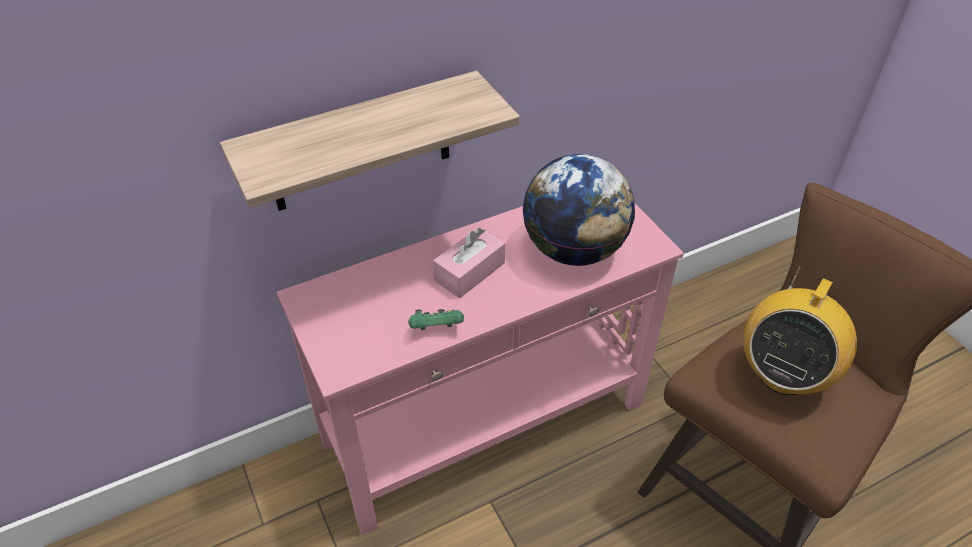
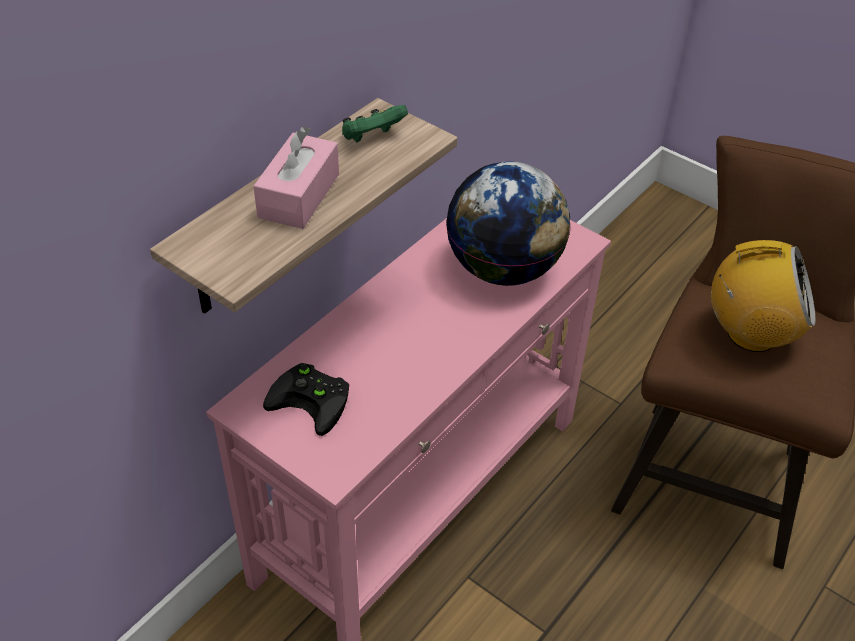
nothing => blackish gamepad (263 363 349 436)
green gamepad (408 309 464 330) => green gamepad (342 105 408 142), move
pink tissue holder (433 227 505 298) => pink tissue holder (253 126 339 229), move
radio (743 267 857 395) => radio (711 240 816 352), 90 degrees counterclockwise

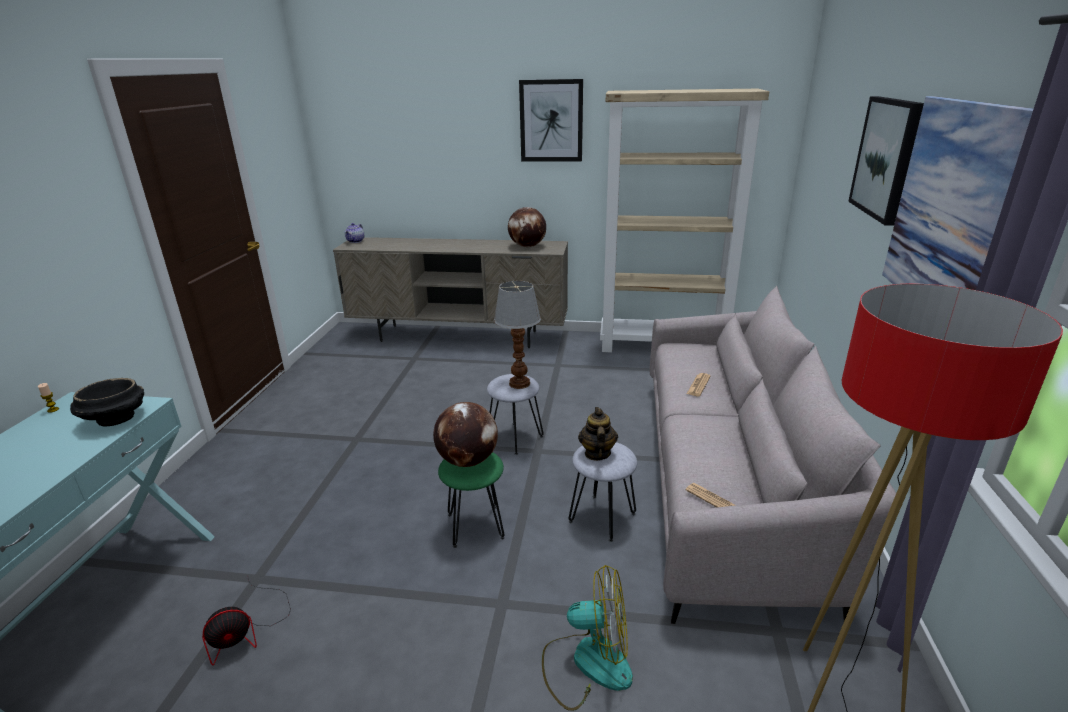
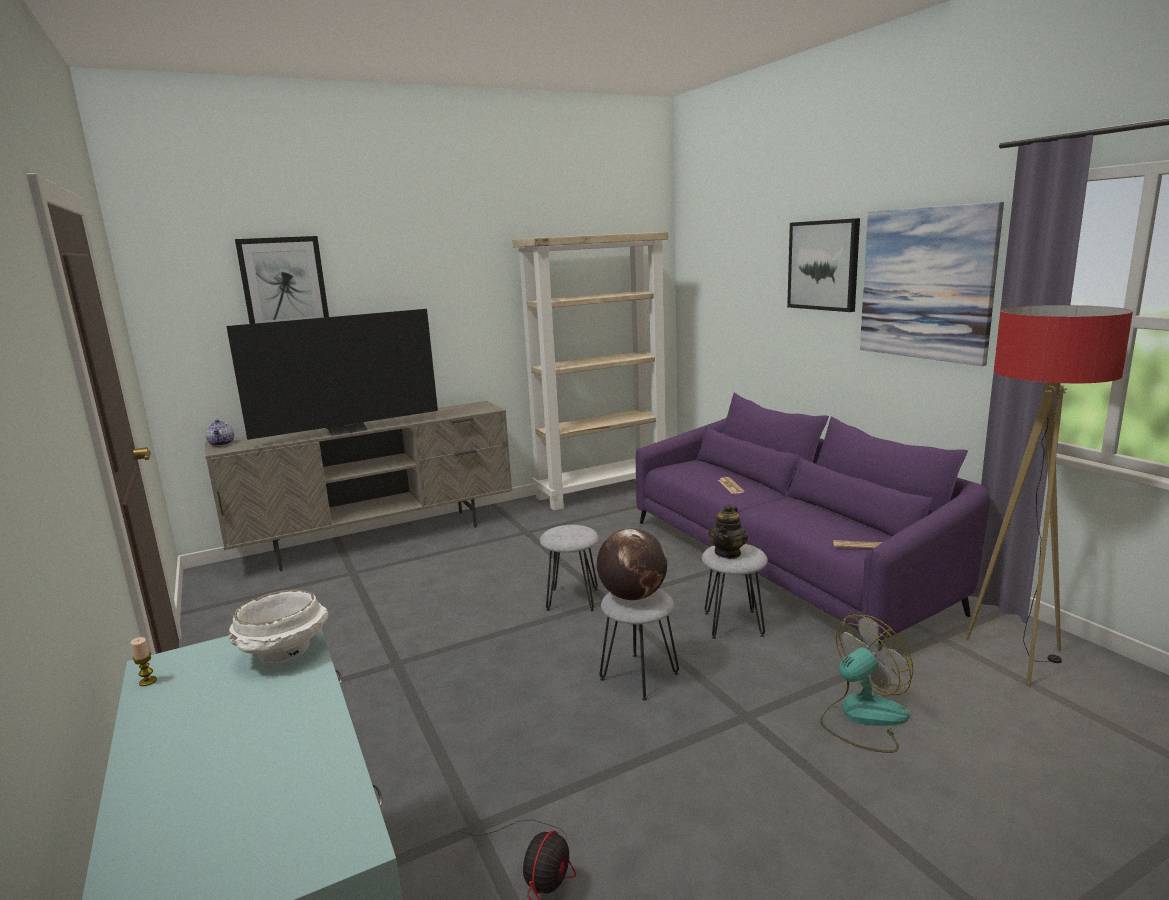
tabletop lamp (494 281 541 389) => nothing
desk globe (508 207 546 247) => nothing
nothing => TV (226 309 438 440)
wall art (519 79 583 161) => wall art (235 236 329 324), move
blackish deep dish (70 378 144 426) => whitish deep dish (229 589 328 663)
green stool (438 452 505 548) => greyish stool (599 588 679 701)
greyish sofa (650 285 896 629) => purple sofa (636 392 990 644)
teapot (578 407 618 461) => teapot (708 504 748 559), 120 degrees counterclockwise

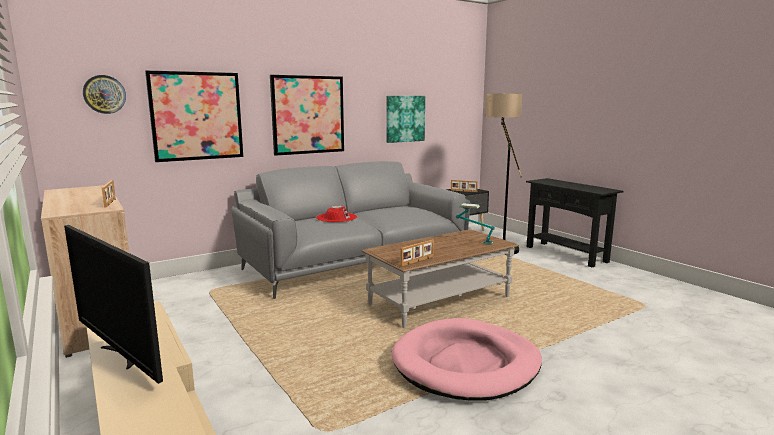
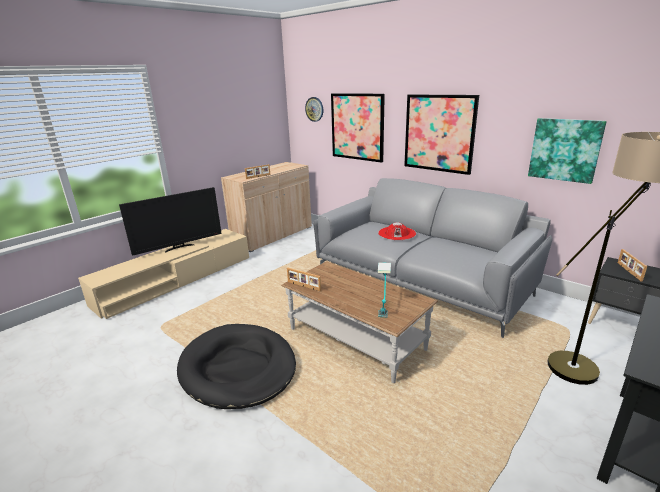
pink dog bed (391 318 542 401) => blackish dog bed (177 324 296 409)
TV (64 225 163 384) => TV (119 187 222 256), 150 degrees counterclockwise

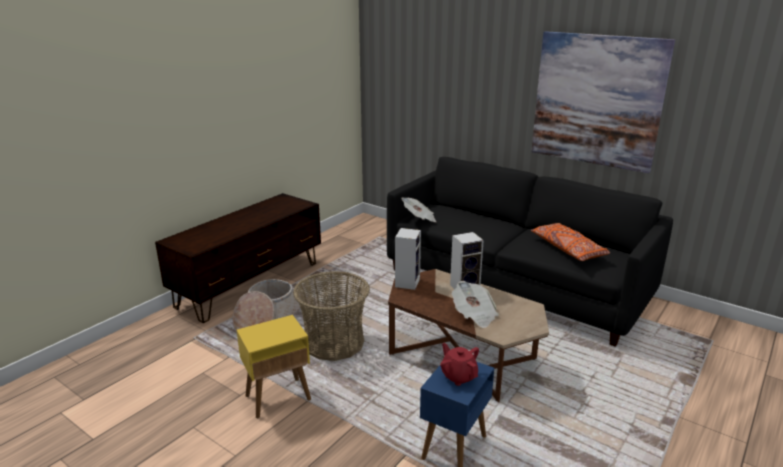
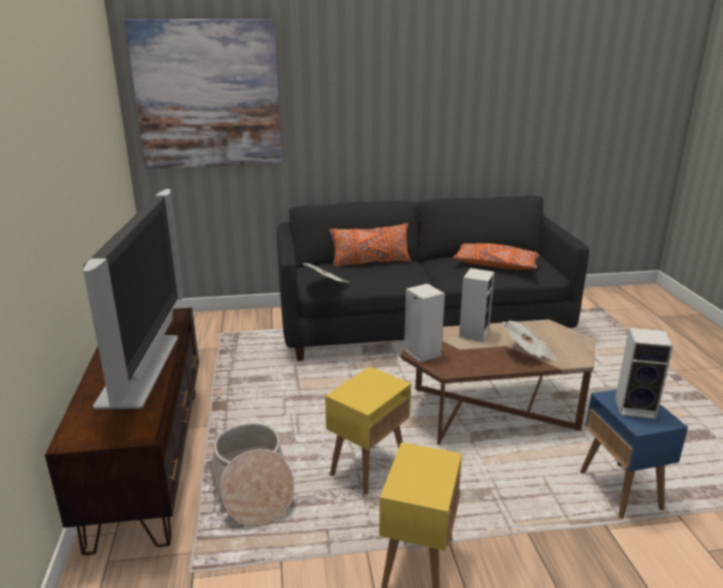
nothing => TV (83 189 184 410)
nothing => orange cushion (329 223 411 267)
wall art (531 31 675 173) => wall art (125 19 282 168), move
household basket (293 271 370 361) => yellow end table (325 367 411 495)
reddish teapot (440 343 479 386) => loudspeaker (615 328 673 419)

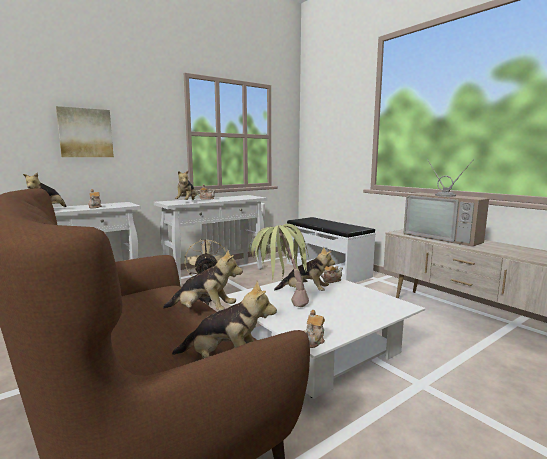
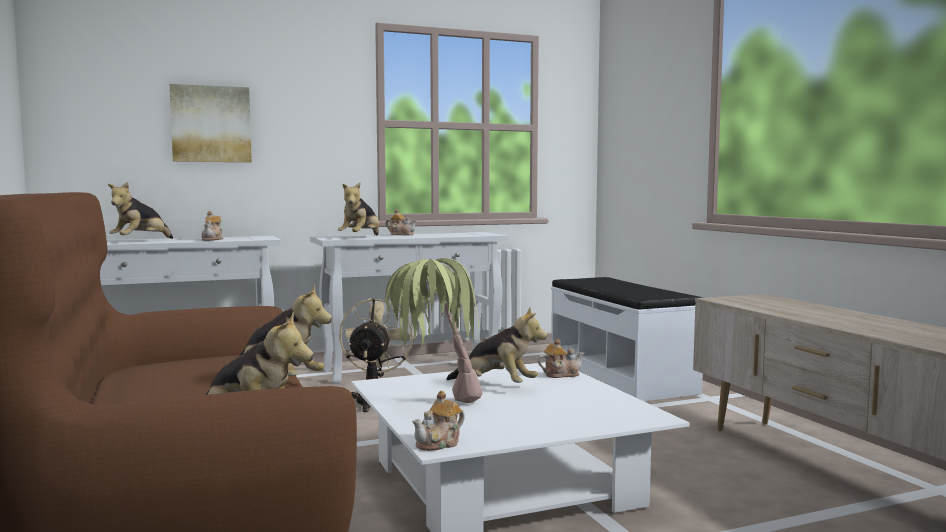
TV (403 159 489 247) => nothing

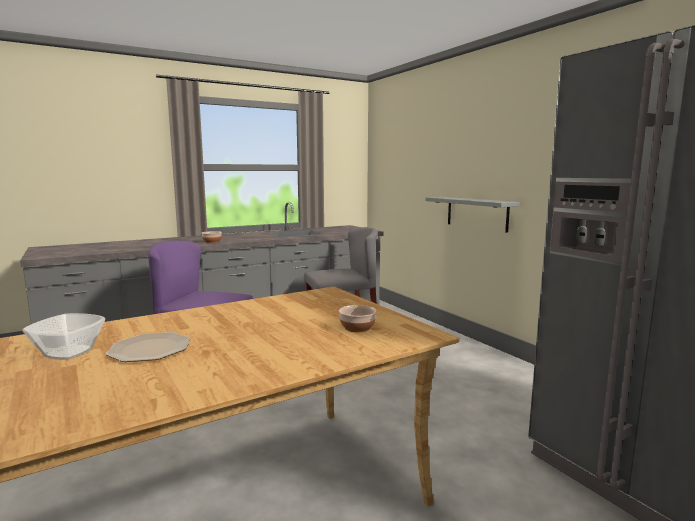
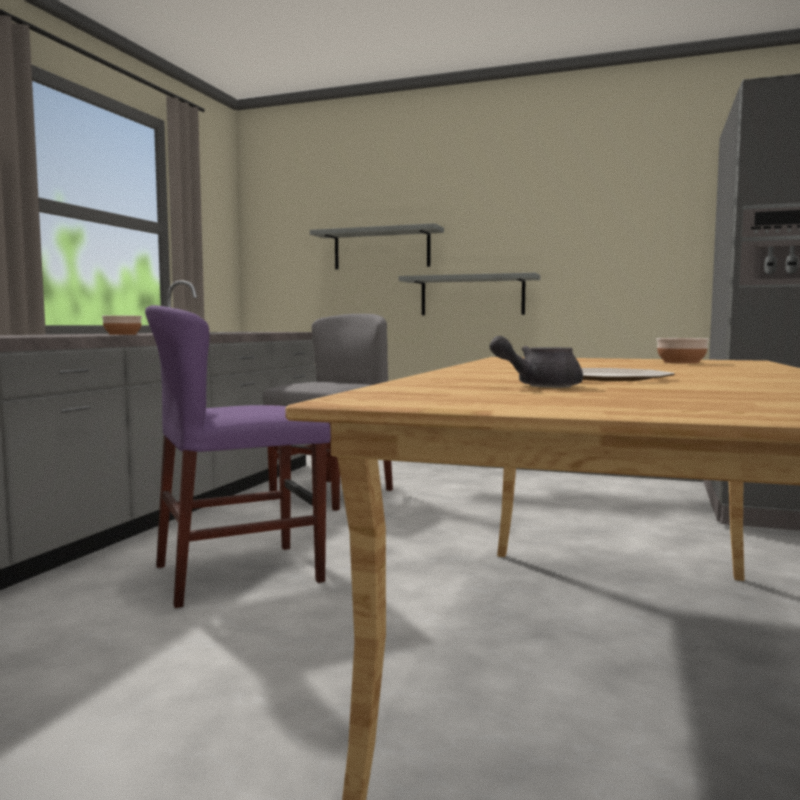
nothing => greyish shelf (310 223 444 269)
deep dish (23 313 105 360) => greyish teapot (489 336 583 388)

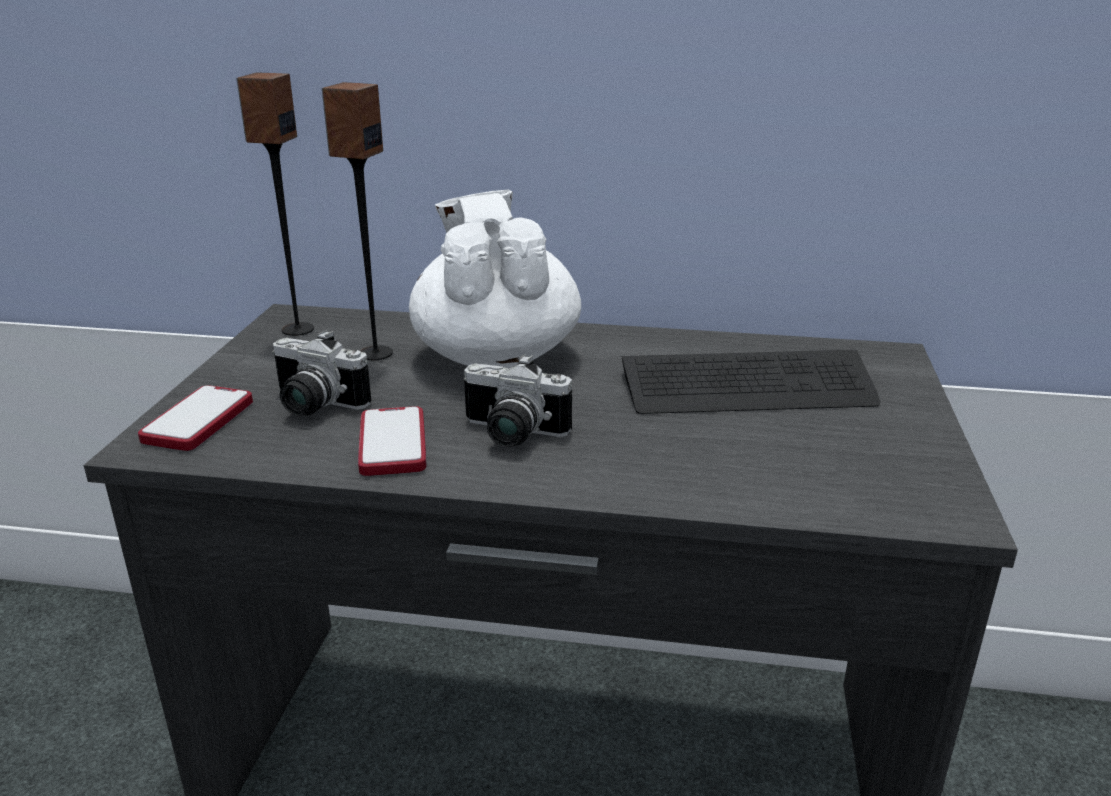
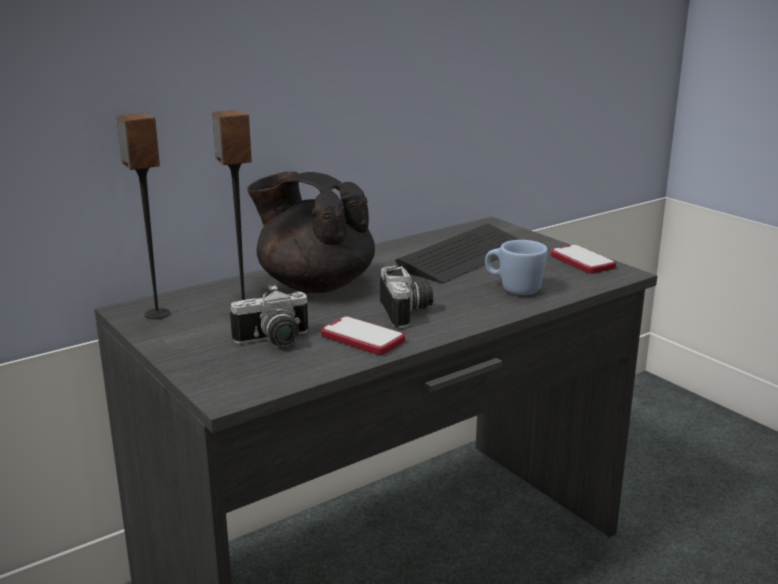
nothing => blue-coloured tea mug (485 240 548 295)
handset (138 385 253 451) => handset (551 245 616 274), move
whitish teapot (409 190 581 368) => blackish teapot (247 172 375 293)
photo camera (463 354 572 447) => photo camera (380 265 433 328), 75 degrees counterclockwise

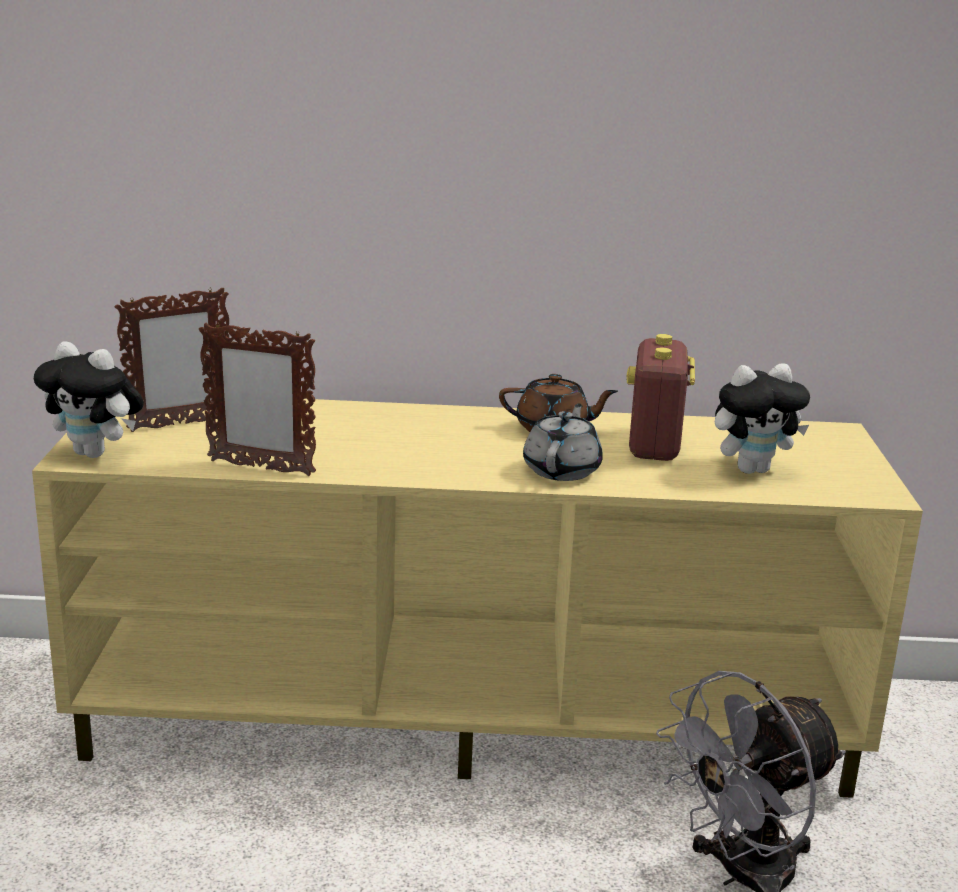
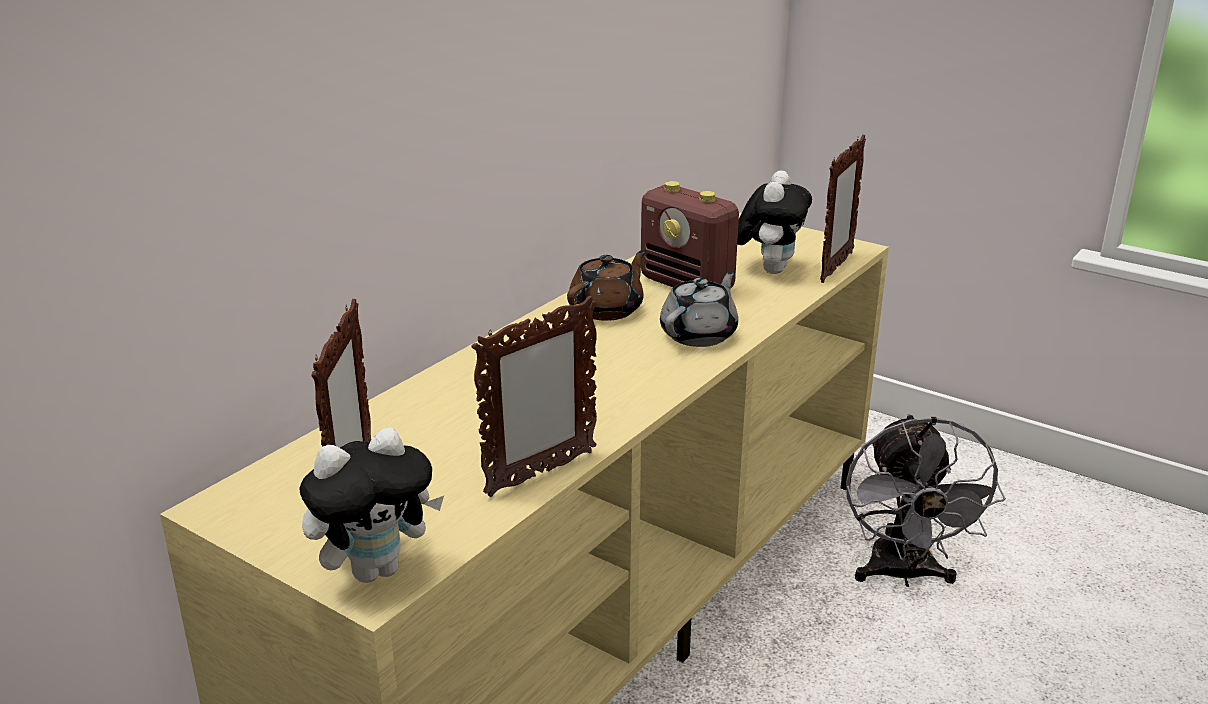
nothing => standing frame (820 135 866 283)
greyish teapot (523 403 603 481) => greyish teapot (660 270 738 347), 75 degrees clockwise

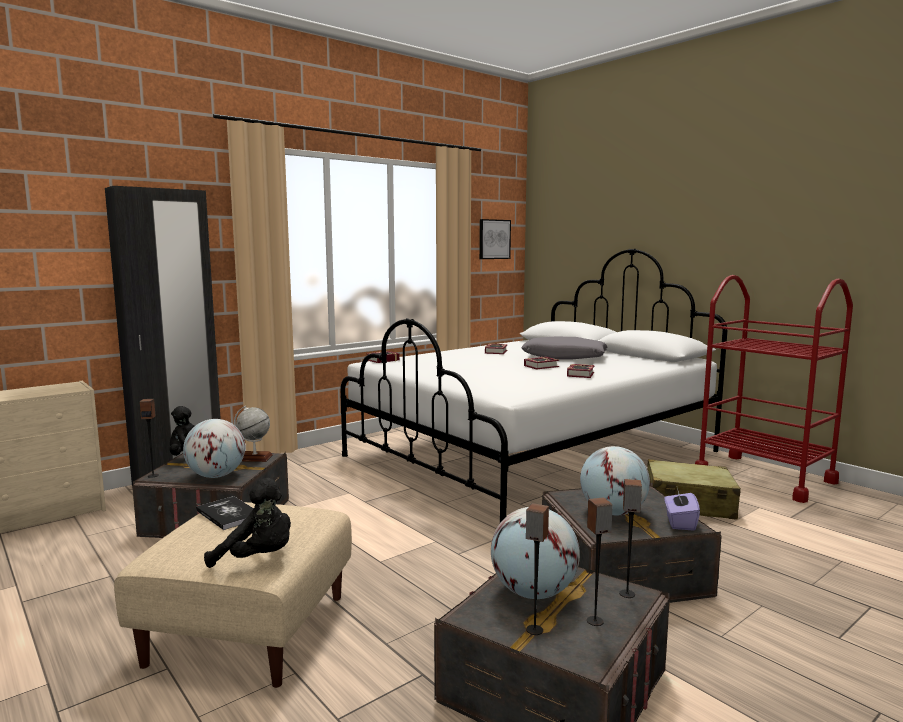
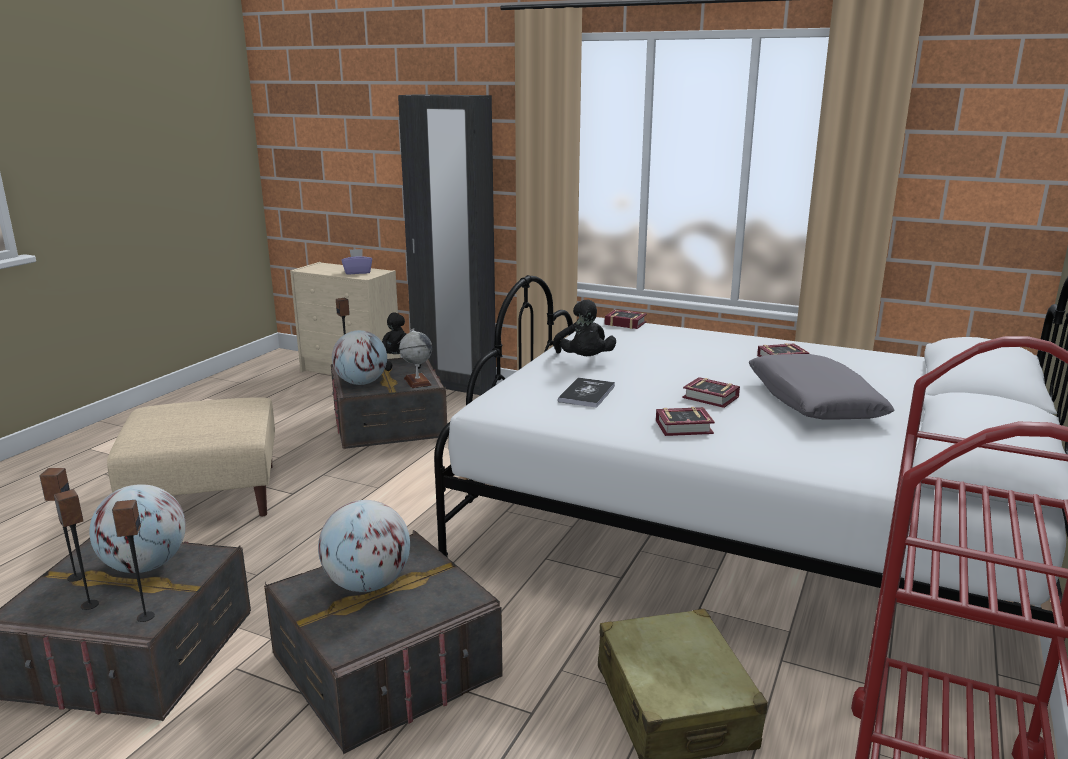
wall art (479 219 511 259) => nothing
book (196 496 254 530) => book (558 378 615 408), move
blackish soft toy (204 478 291 568) => blackish soft toy (553 299 616 356), move
purple tissue holder (664 488 700 531) => purple tissue holder (342 249 372 274), move

